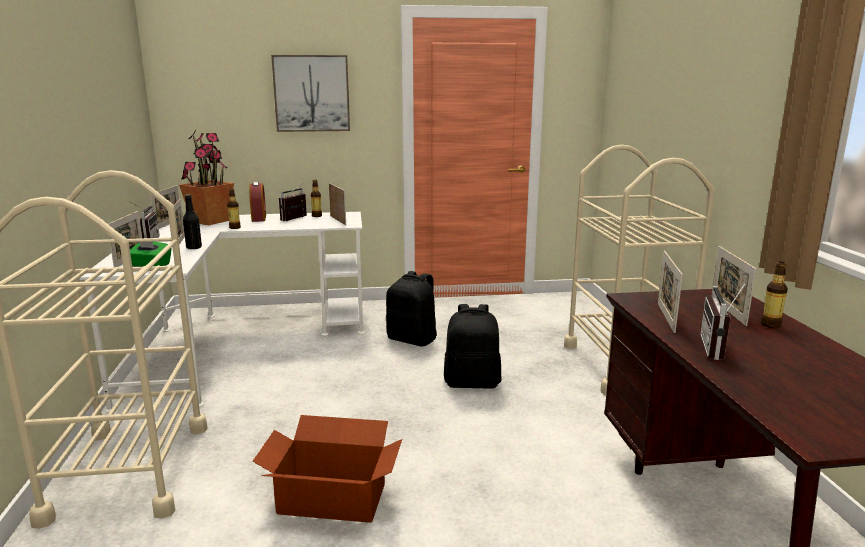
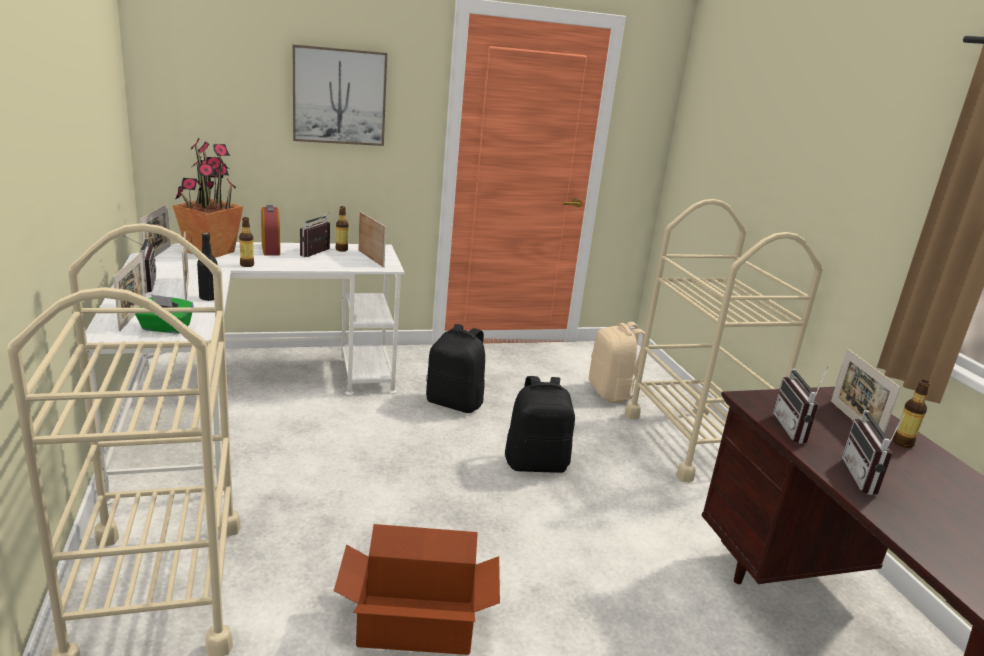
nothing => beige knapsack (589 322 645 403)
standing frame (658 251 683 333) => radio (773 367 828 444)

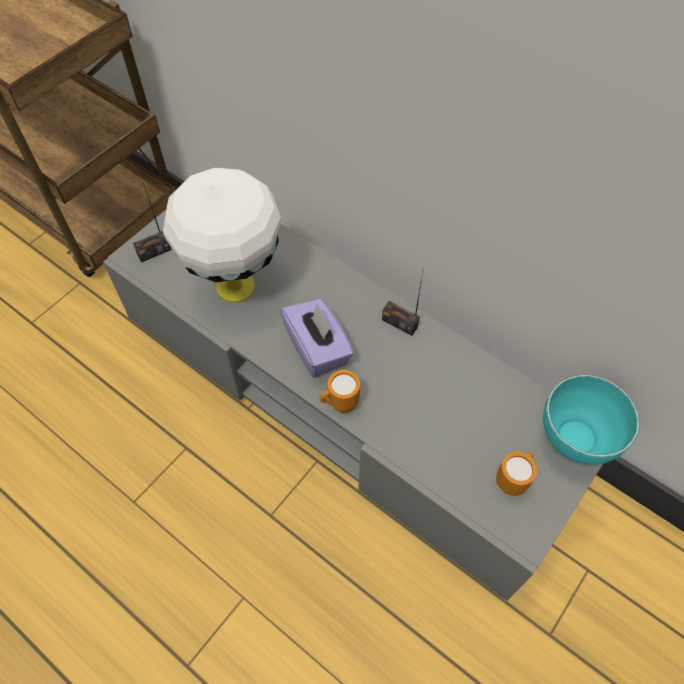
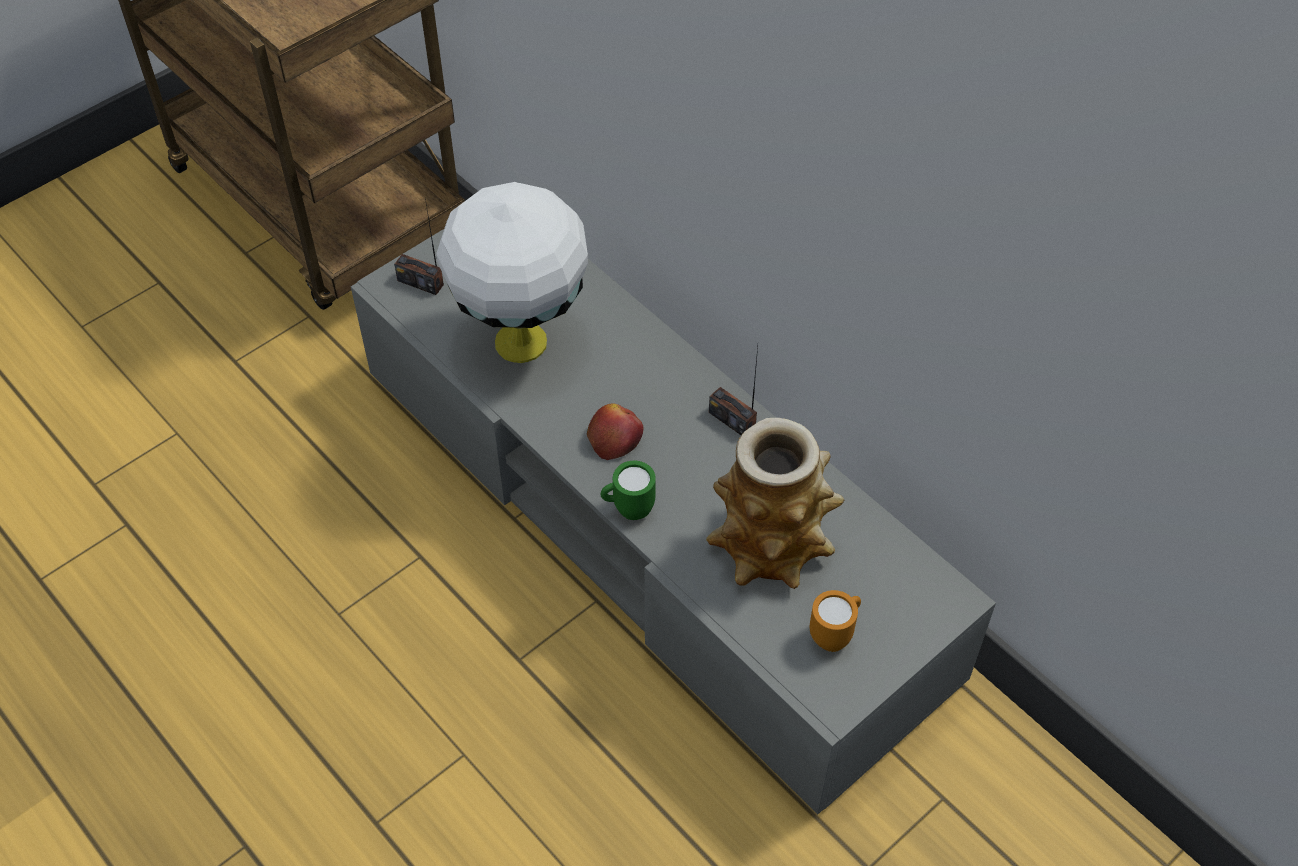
turquoise-coloured deep dish (543 375 639 465) => nothing
nothing => decorative vase (706 418 844 589)
purple tissue holder (280 299 354 378) => whole apple (587 403 643 460)
orange tea mug (319 370 360 413) => green tea mug (600 461 656 520)
radio (133 183 172 262) => radio (394 198 444 295), 45 degrees clockwise

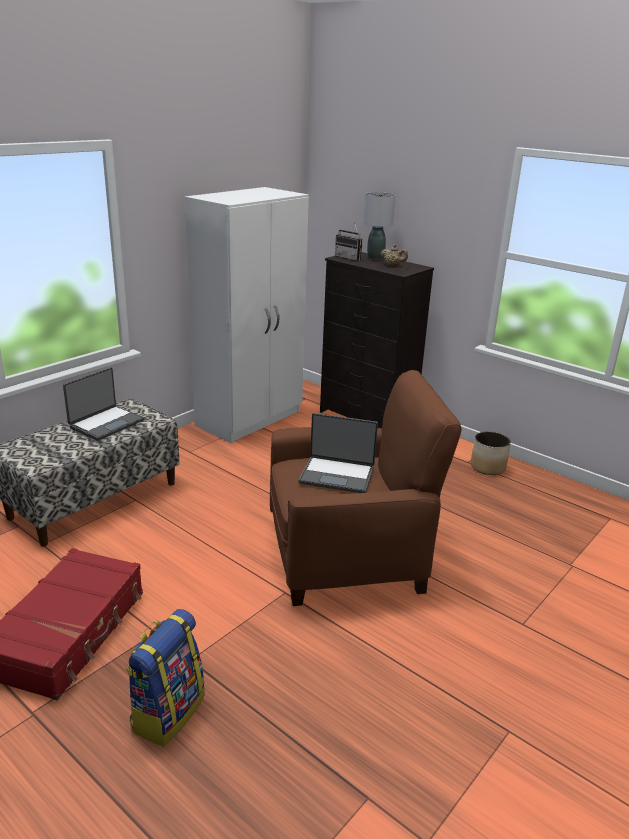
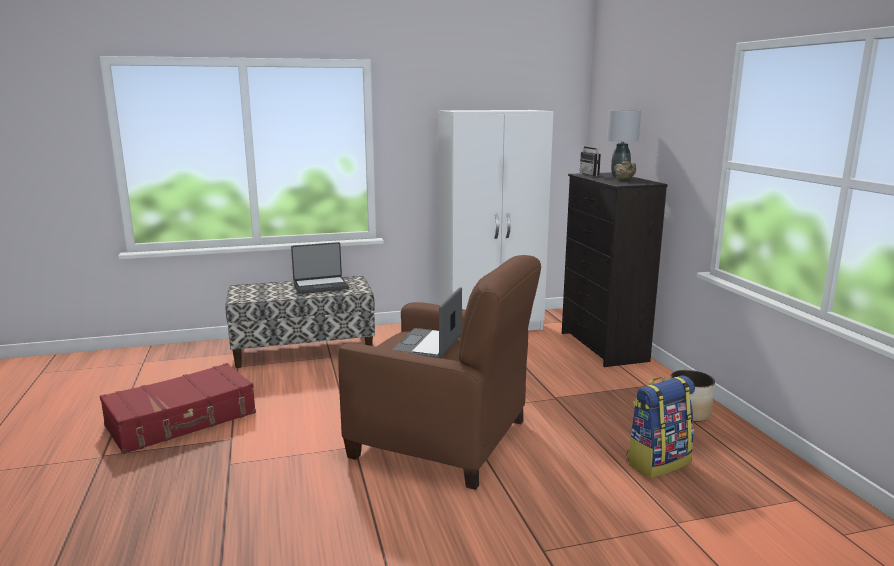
knapsack (126 609 205 747) => knapsack (627 376 695 478), move
notebook computer (298 413 378 493) => notebook computer (392 287 462 358), 60 degrees clockwise

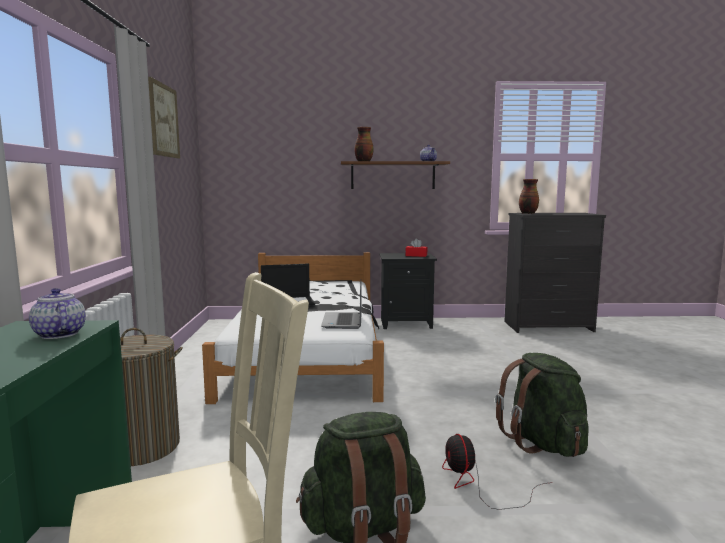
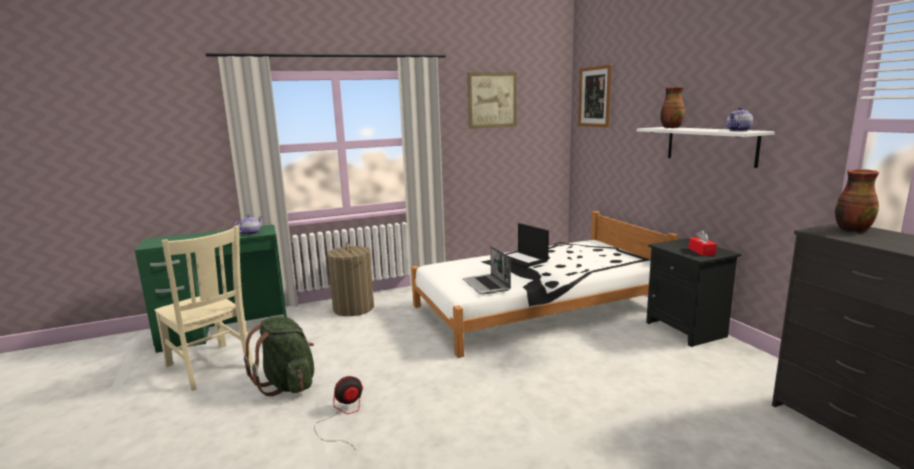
green knapsack (495 353 589 457) => nothing
nothing => wall art (578 65 612 127)
brownish shelf (341 161 450 189) => whitish shelf (637 127 775 168)
notebook computer (321 280 362 329) => notebook computer (463 246 511 294), 90 degrees counterclockwise

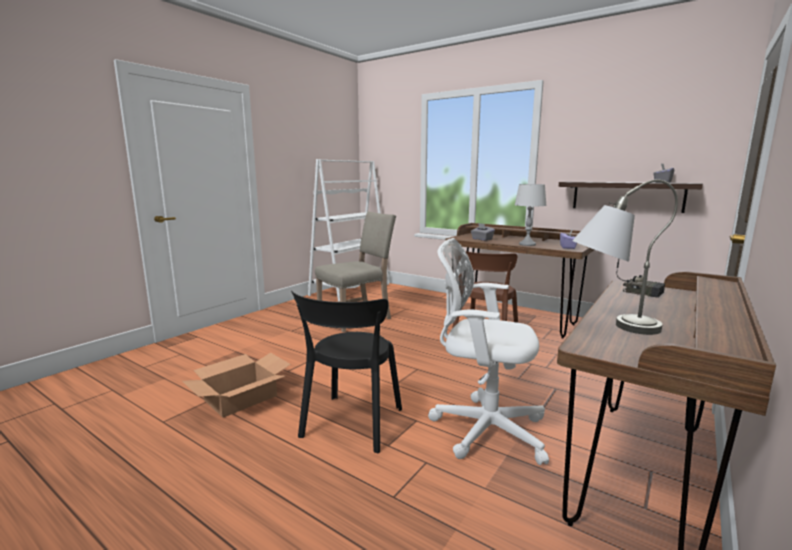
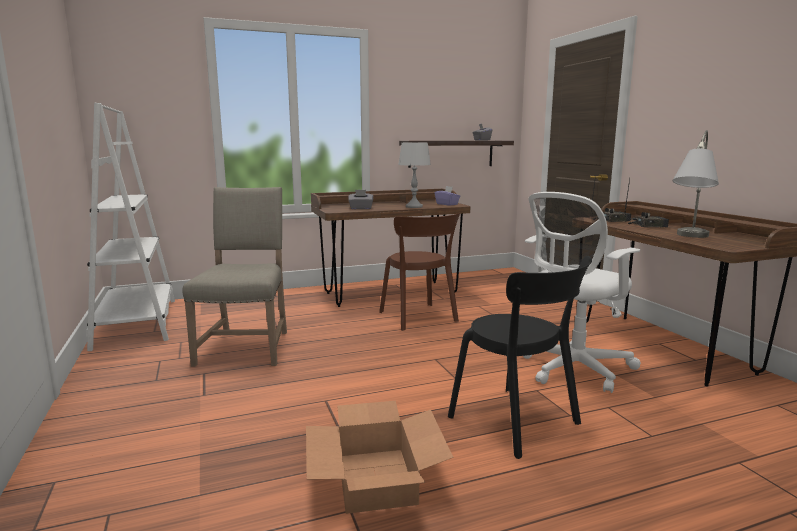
nothing => radio (625 179 669 227)

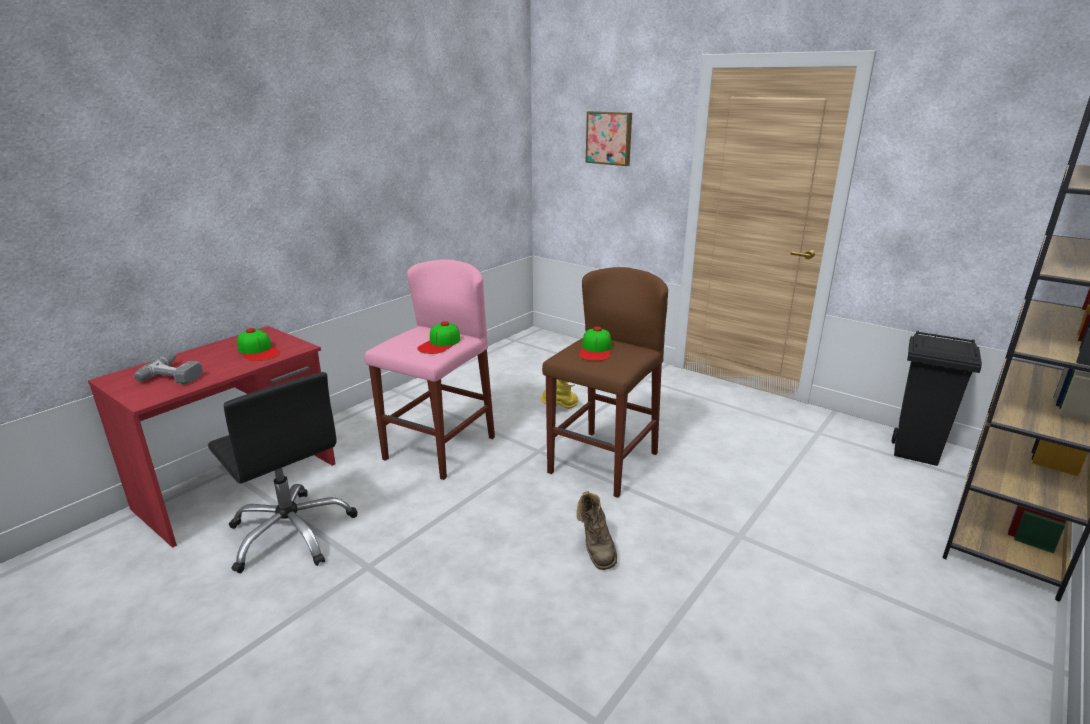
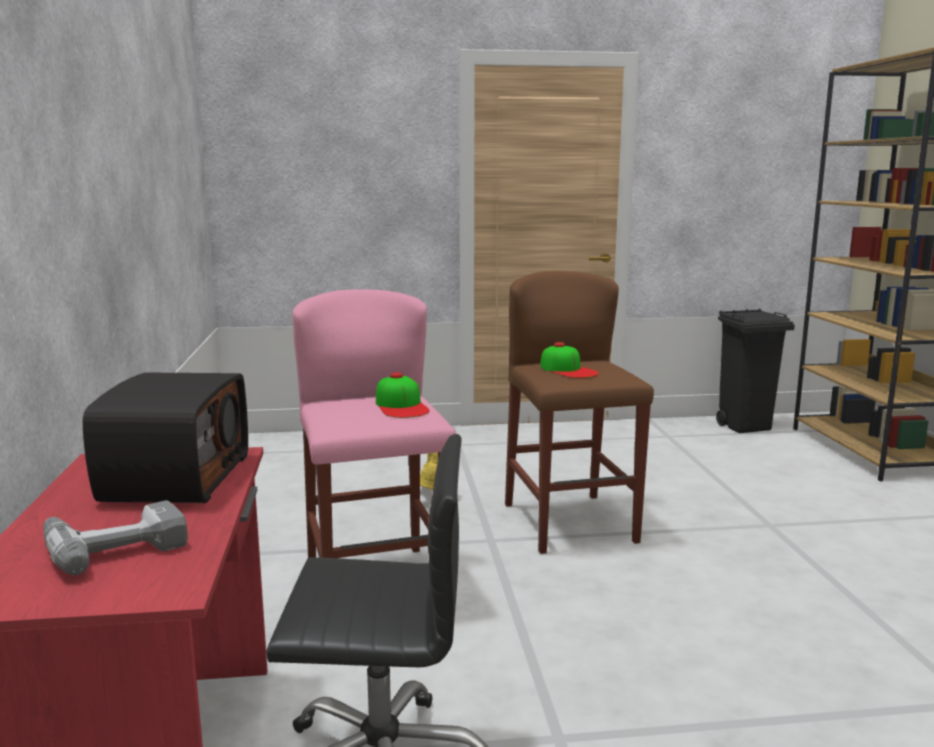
brownish boot (577 491 617 570) => nothing
wall art (586 111 632 166) => nothing
cap (237 328 280 361) => radio (83 373 248 503)

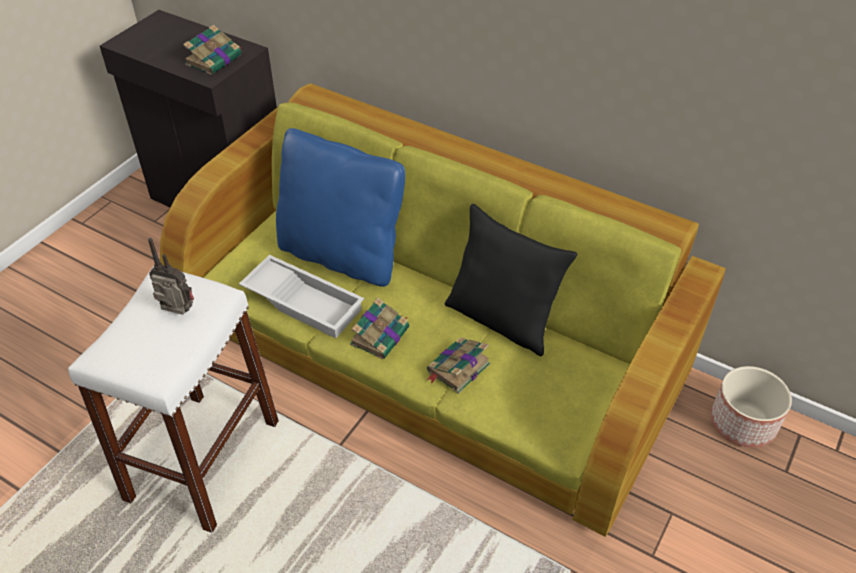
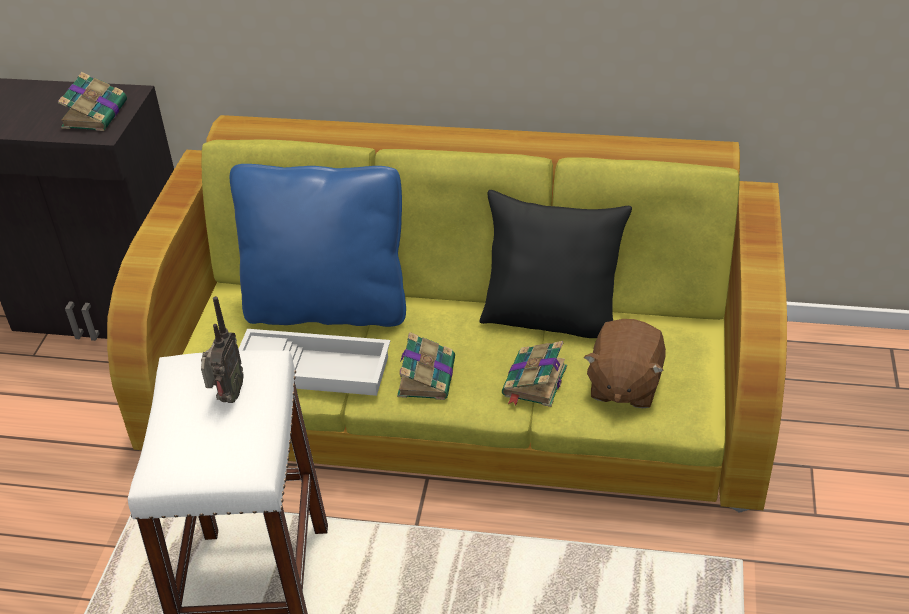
plant pot (711 366 792 448) => nothing
nothing => brownish soft toy (584 319 666 408)
radio (148 238 194 315) => radio (201 296 244 403), 105 degrees clockwise

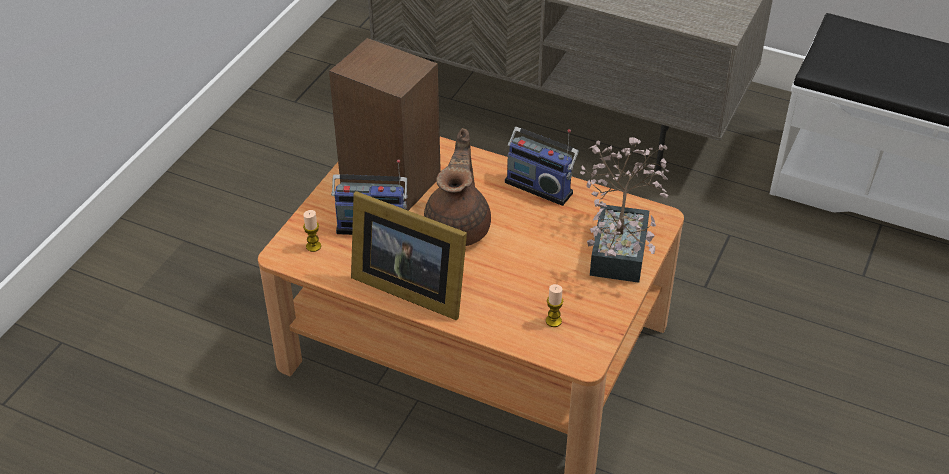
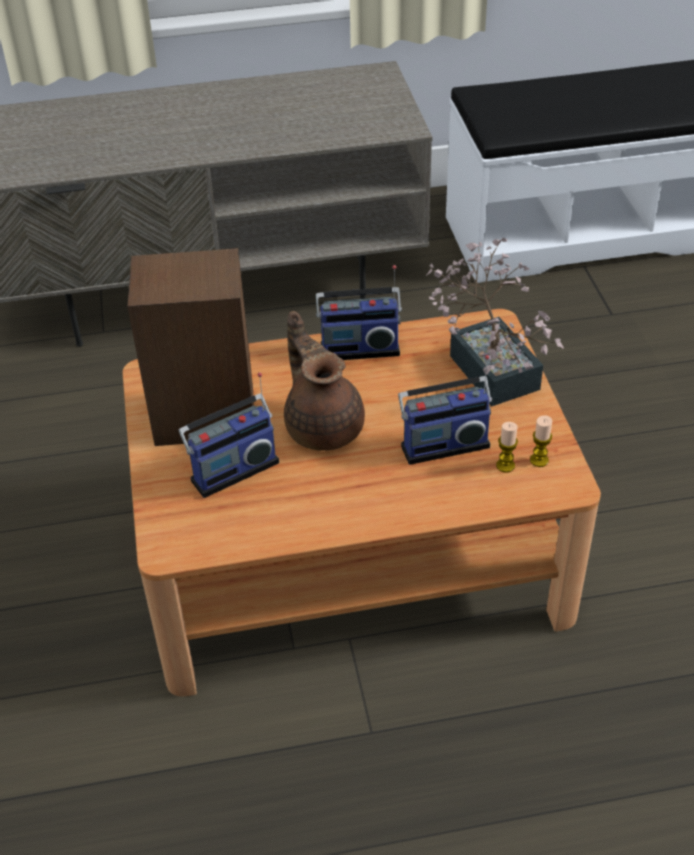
standing frame (351 191 467 320) => nothing
nothing => radio (398 355 492 465)
candle (303 210 321 252) => candle (530 415 552 467), move

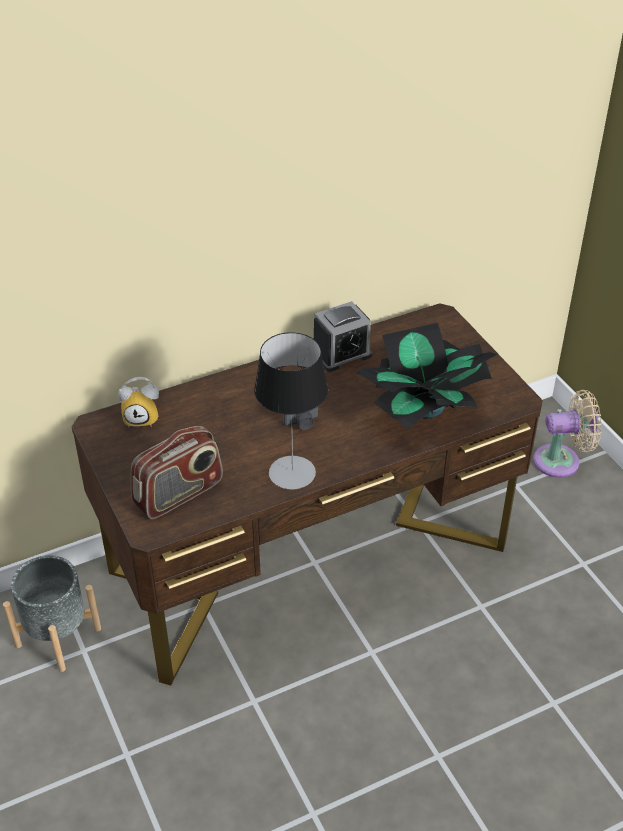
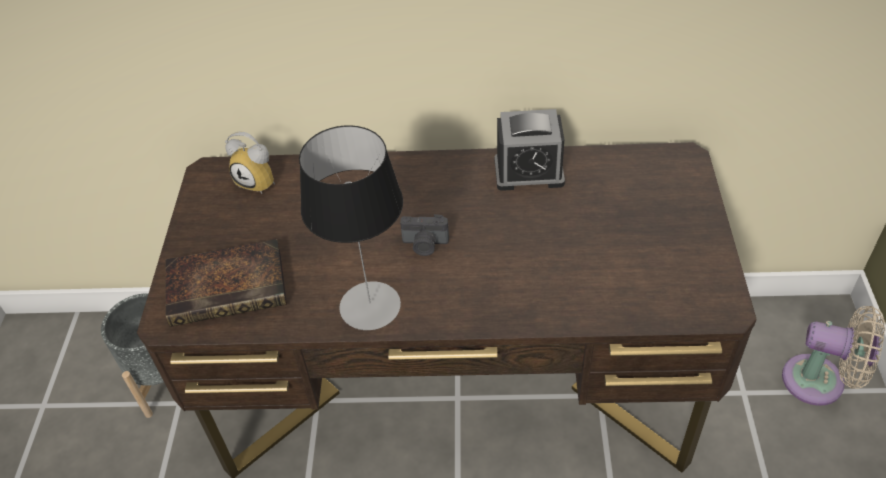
houseplant (356 323 498 429) => nothing
radio (131 426 223 519) => book (165 239 287 327)

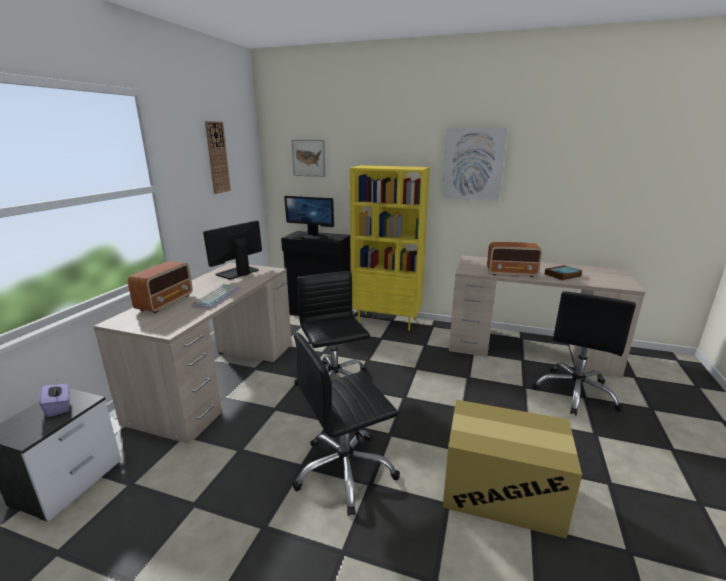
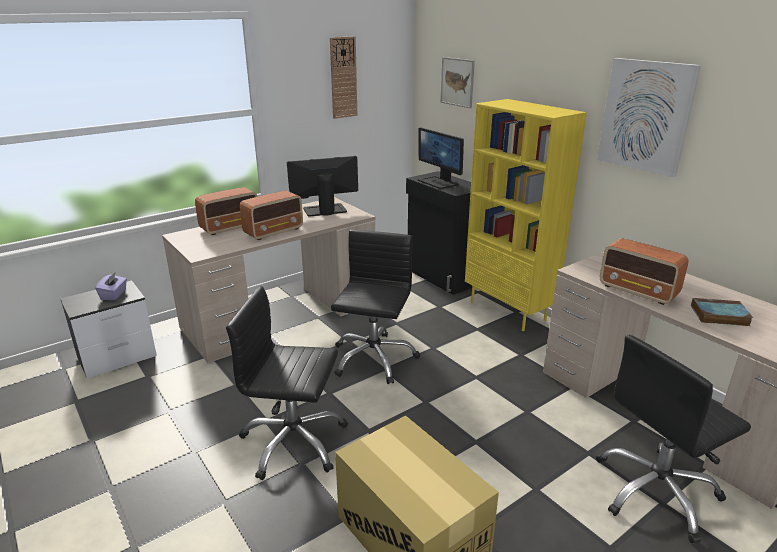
PC keyboard (191 284 241 309) => radio (240 191 303 240)

